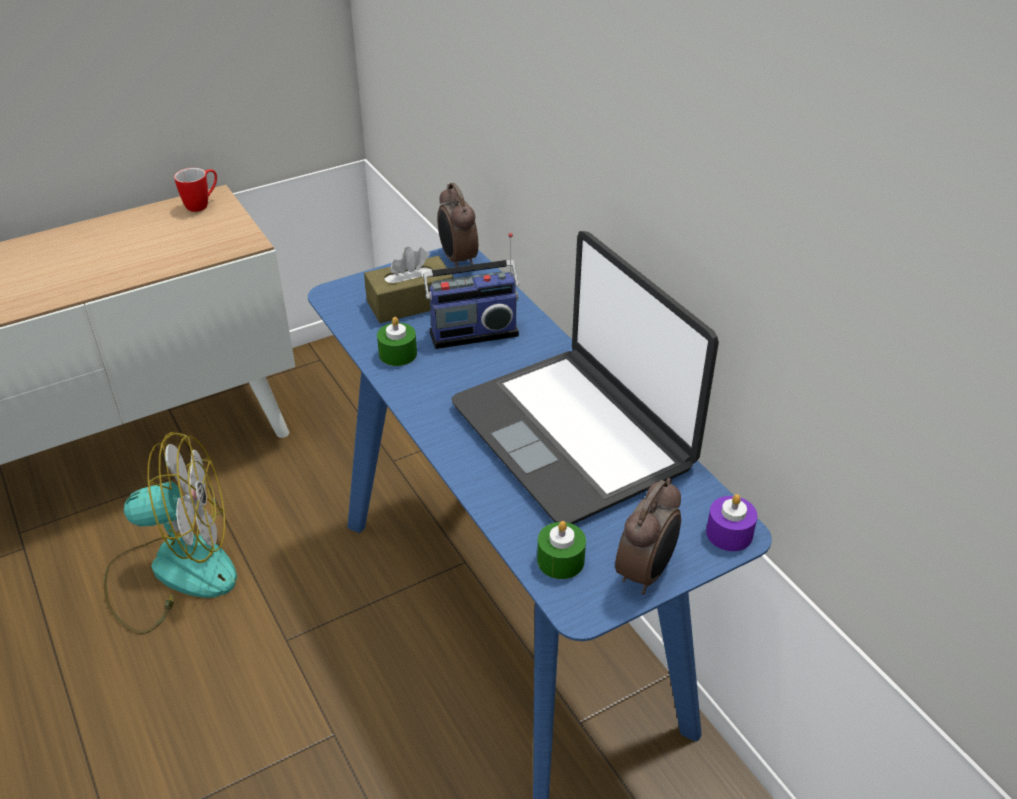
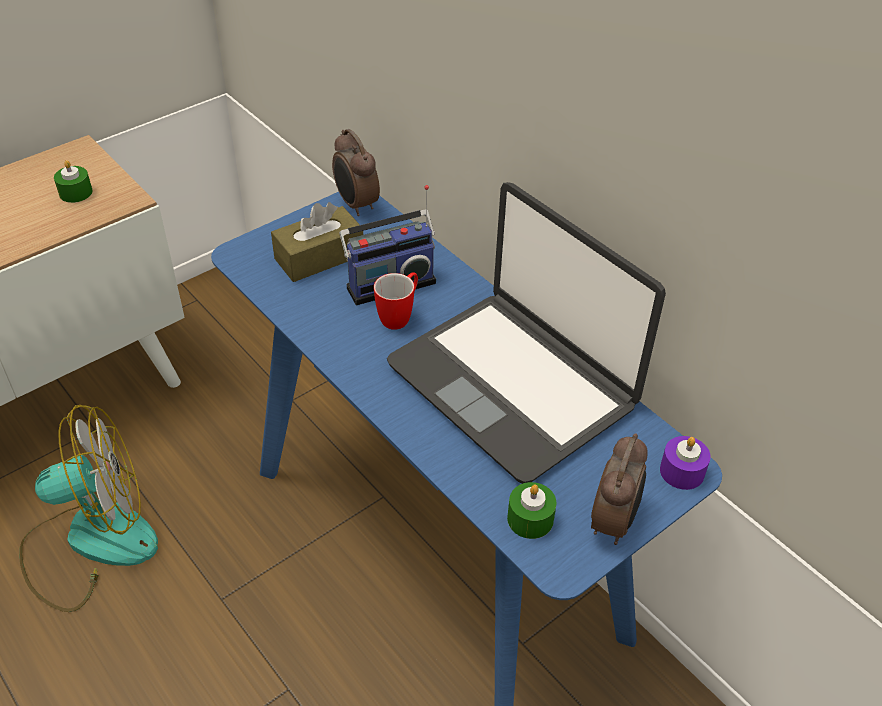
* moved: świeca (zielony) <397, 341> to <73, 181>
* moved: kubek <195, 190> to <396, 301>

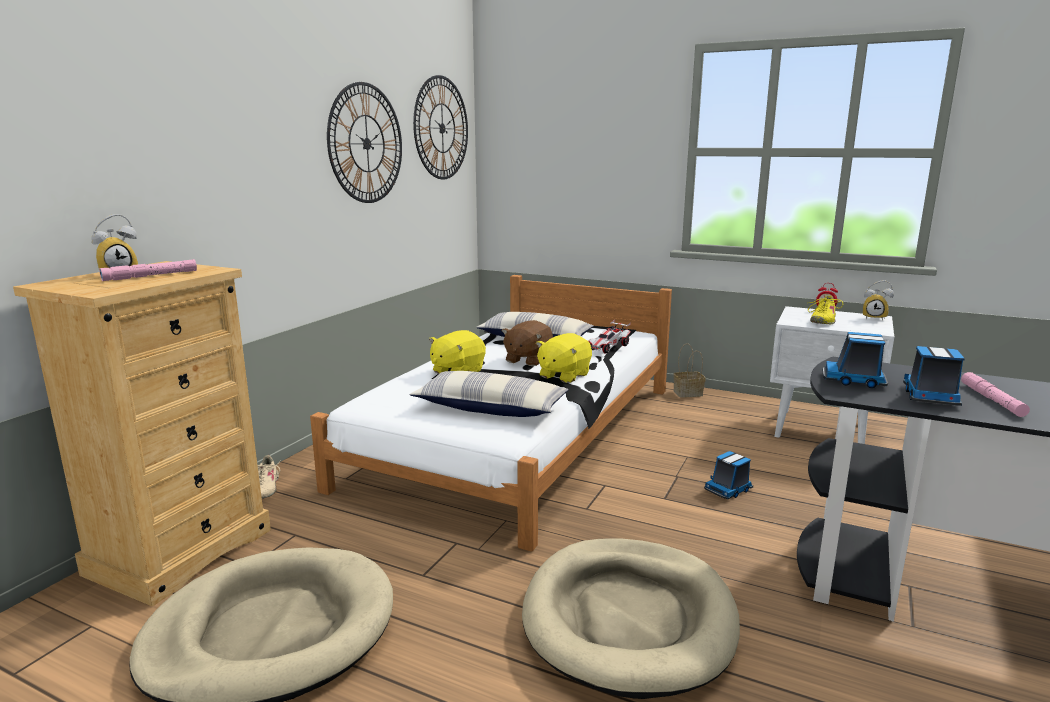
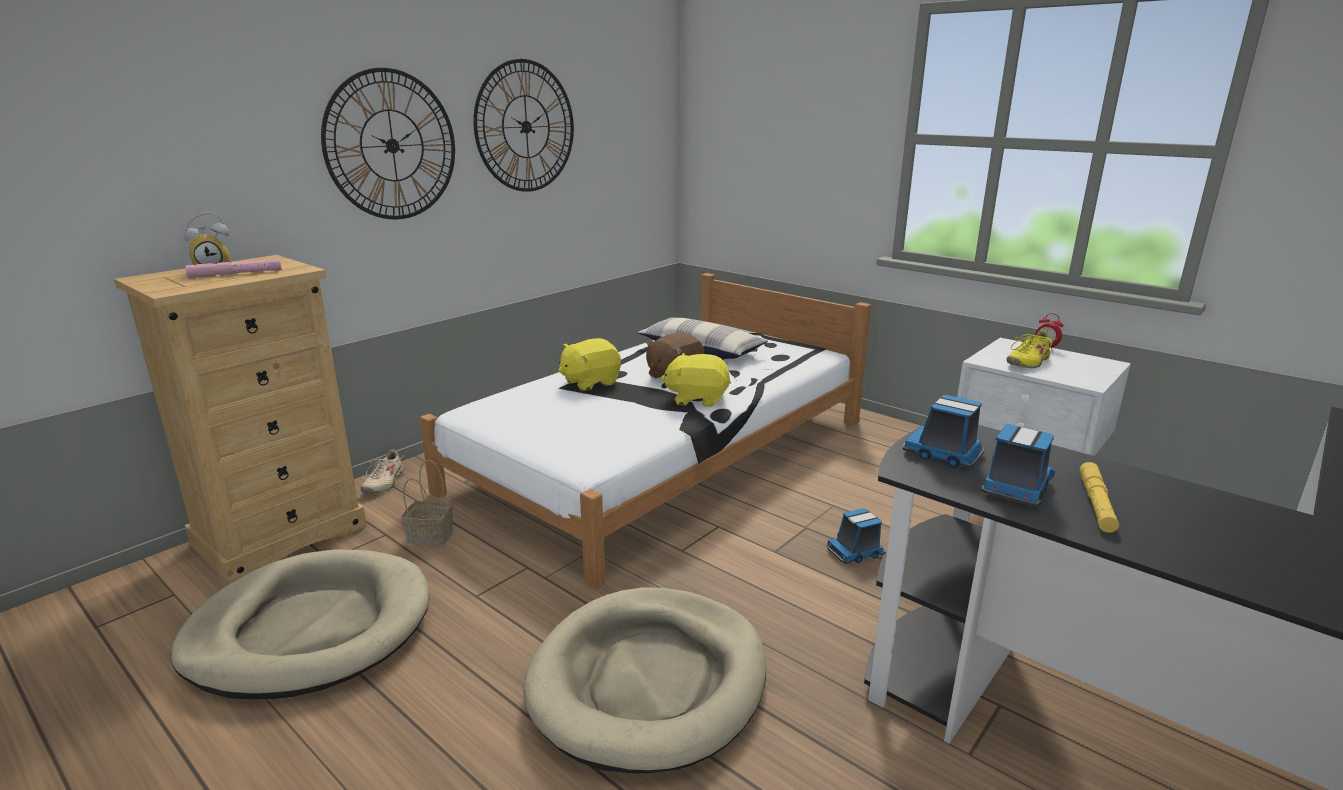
* moved: zegar ścienny <440, 127> to <388, 143>
* moved: koszyk <689, 370> to <427, 502>
* turned: pluszak (żółty) <564, 358> = <696, 380> 45 degrees clockwise
* recoloured: latarka (różowy) <995, 394> to latarka (żółty) <1099, 497>
* removed: poduszka <489, 394>
* removed: samochodzik <609, 337>
* removed: budzik <878, 300>

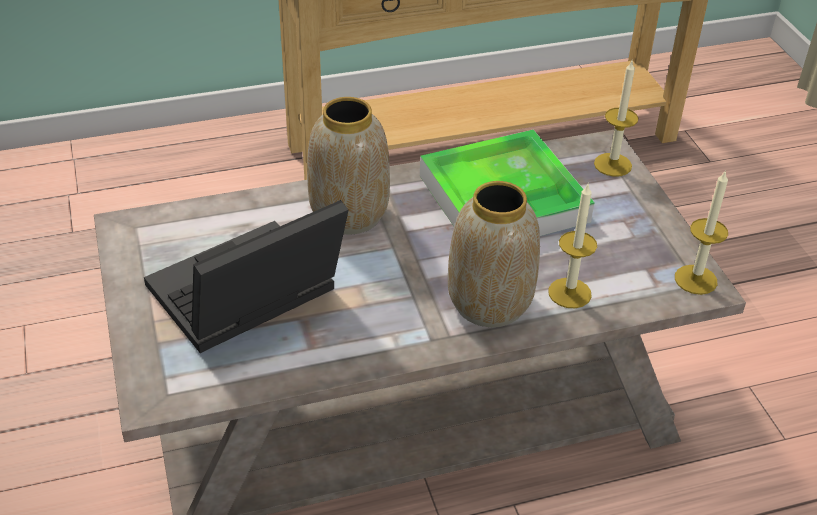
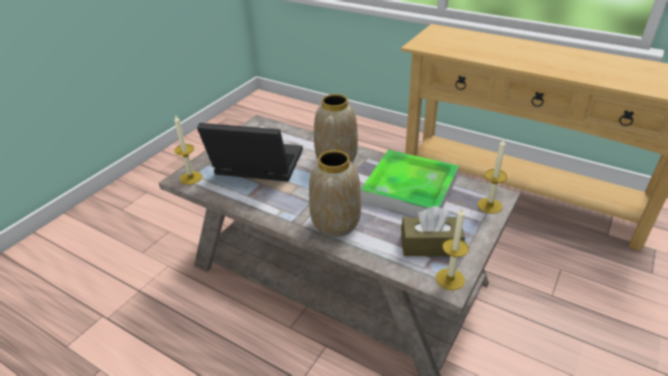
* moved: świeca <572, 246> to <188, 149>
* added: pudełko chusteczek (brązowy) <433, 231>

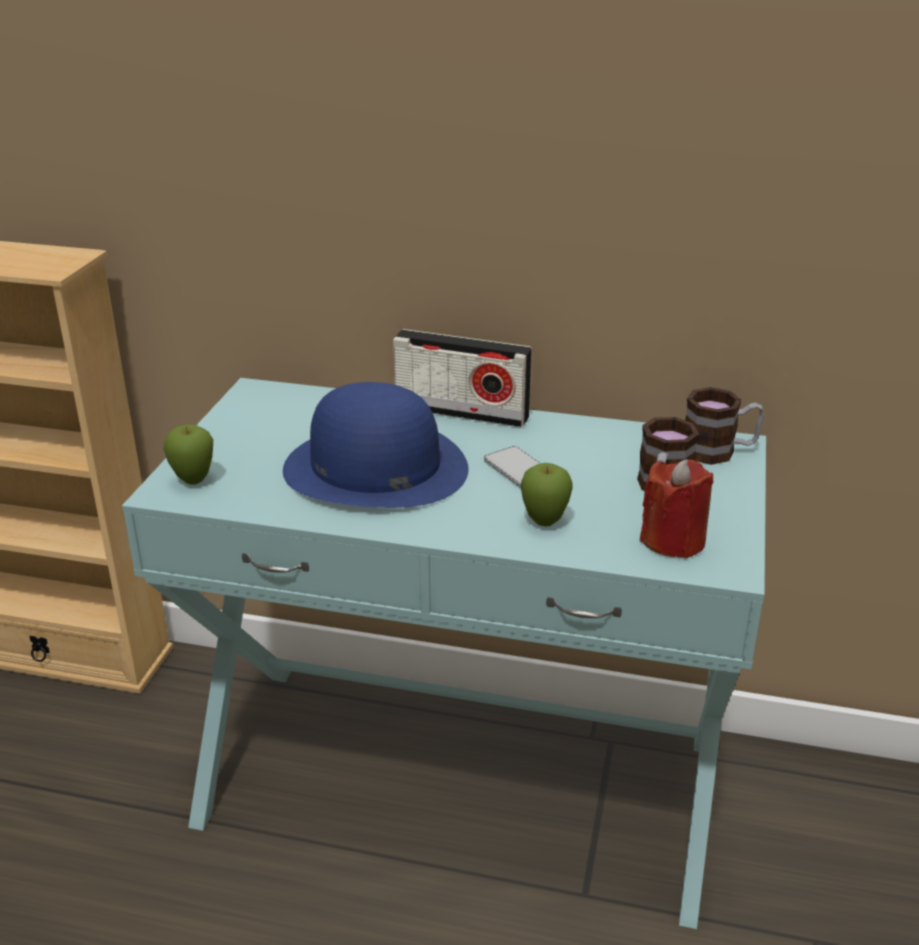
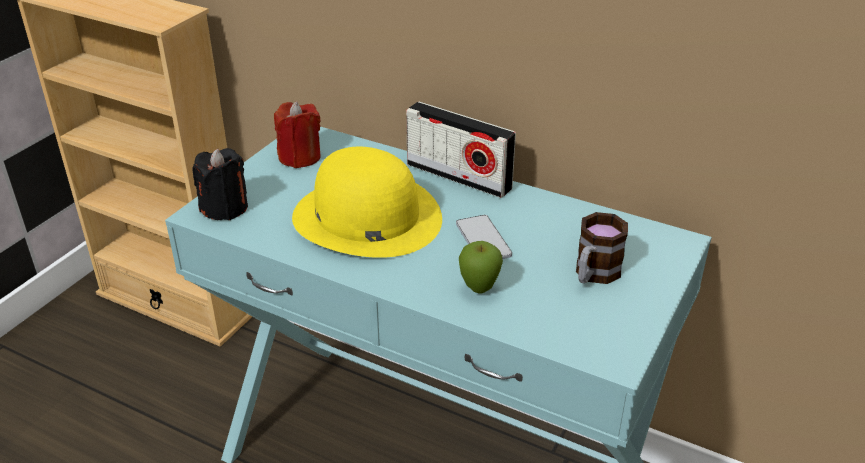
* replaced: jabłko <188, 454> to świeca (czarny) <220, 184>
* moved: świeca (czerwony) <677, 509> to <297, 134>
* recoloured: kapelusz (niebieski) <376, 445> to kapelusz (żółty) <367, 202>
* removed: kubek <724, 426>

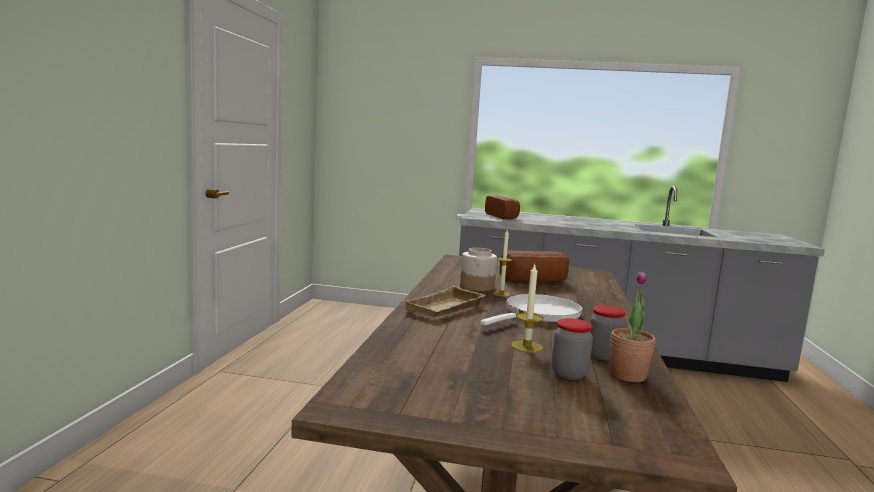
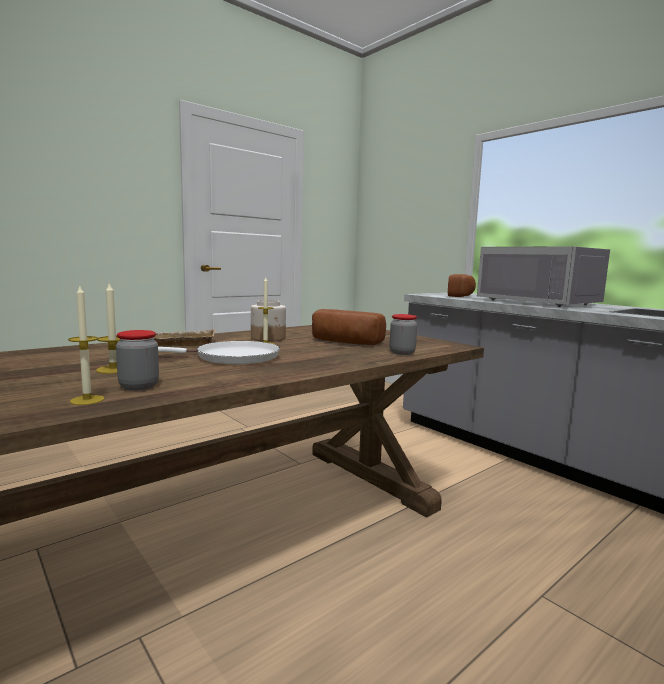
* replaced: roślina doniczkowa <633, 327> to świeca <86, 345>
* moved: słoik <572, 349> to <403, 334>
* added: mikrofalówka (szary) <543, 276>

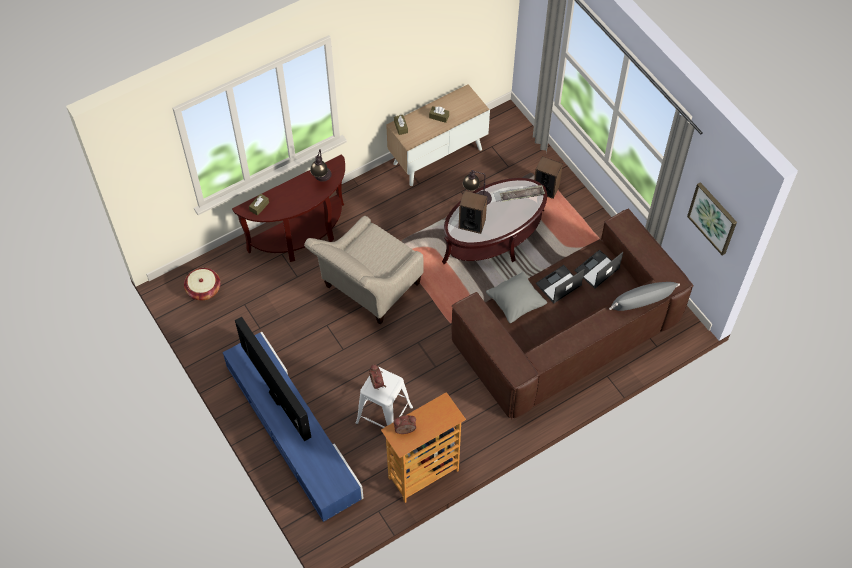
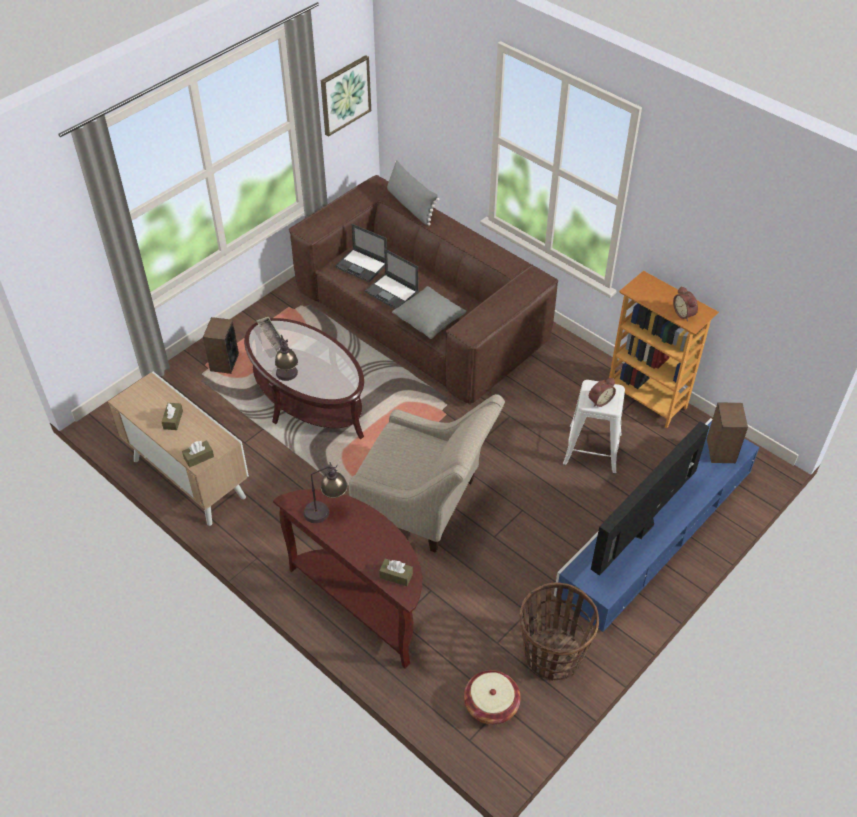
* added: koszyk <559, 631>
* moved: głośnik <473, 212> to <727, 432>

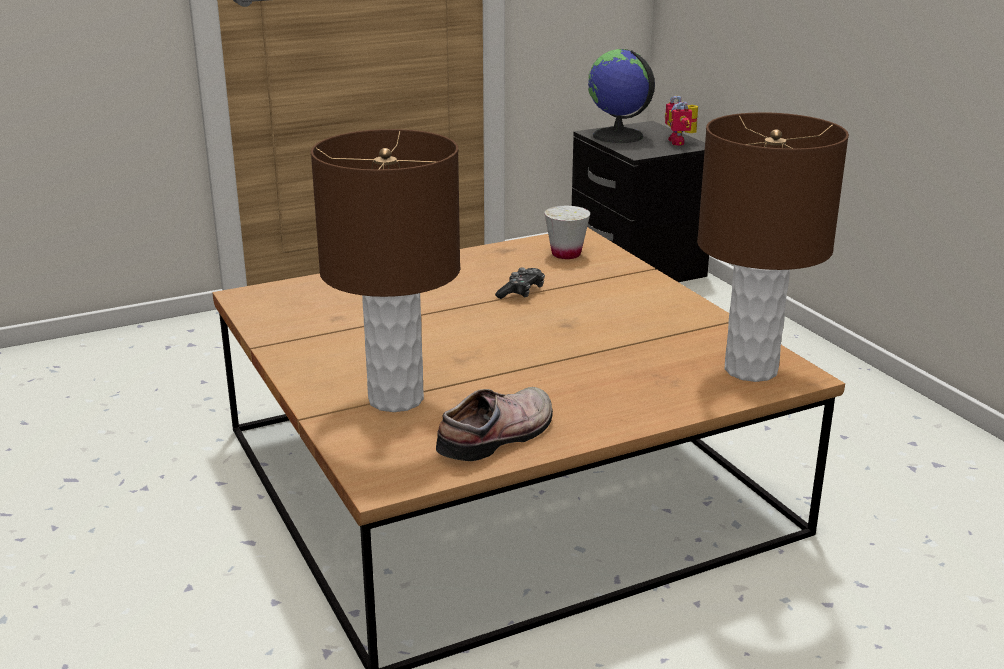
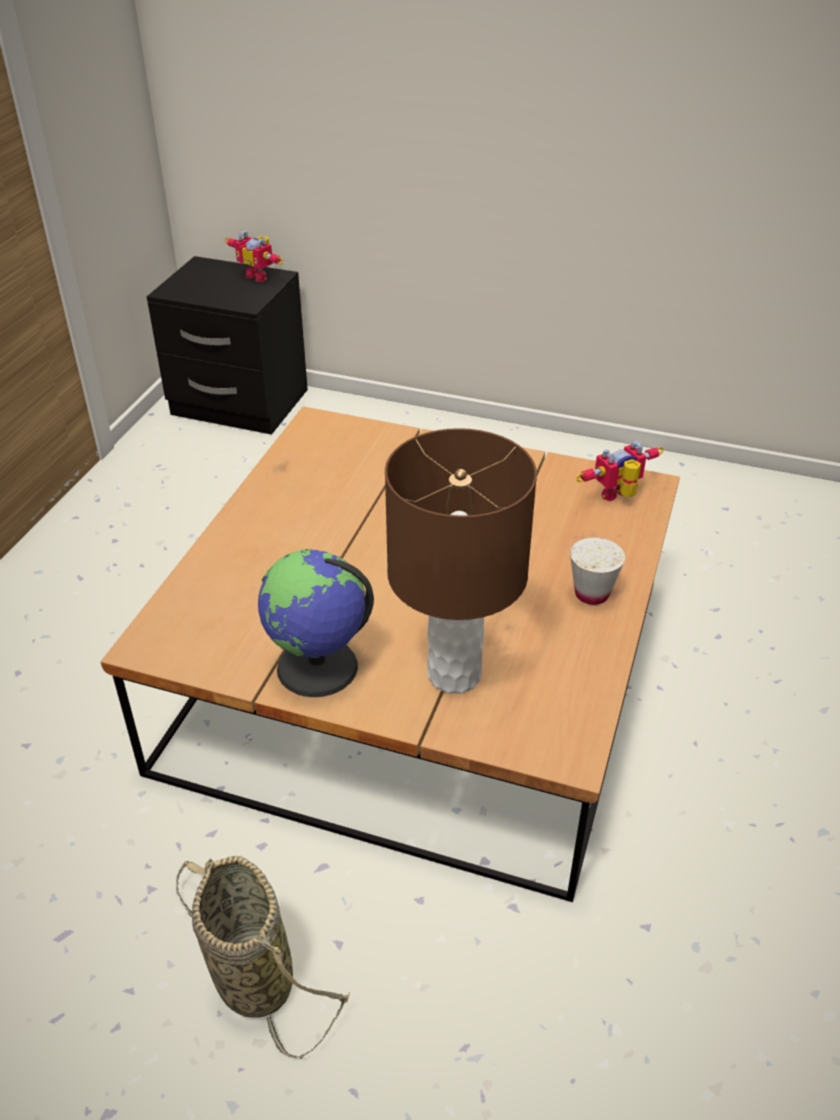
* added: koszyk <263, 957>
* moved: globus <621, 96> to <316, 623>
* moved: filiżanka (biały) <567, 232> to <597, 571>
* replaced: lampa stołowa (brązowy) <773, 247> to robot zabawkowy <620, 470>
* removed: but <494, 424>
* removed: pad do gier <520, 283>

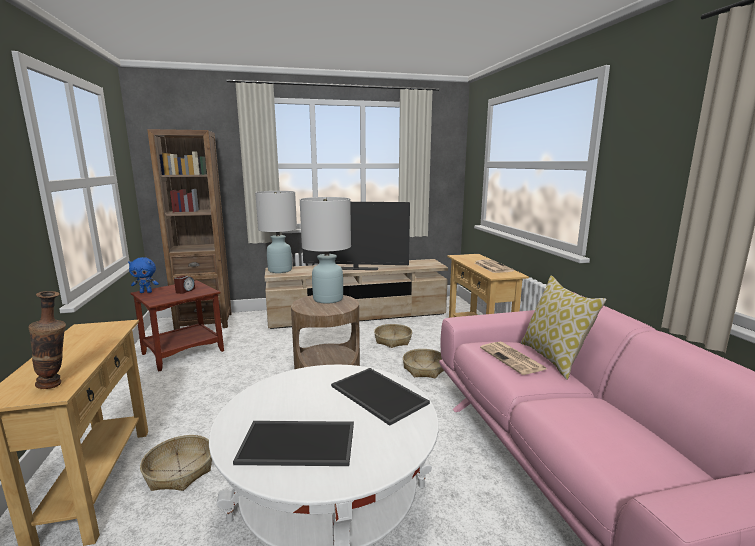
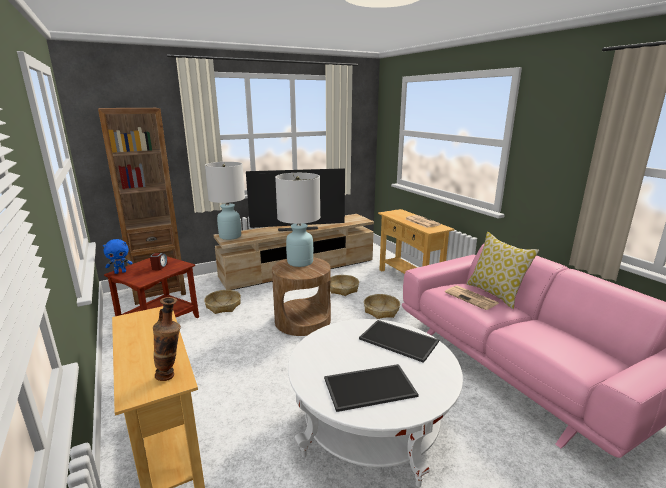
* moved: koszyk <176, 463> to <222, 302>

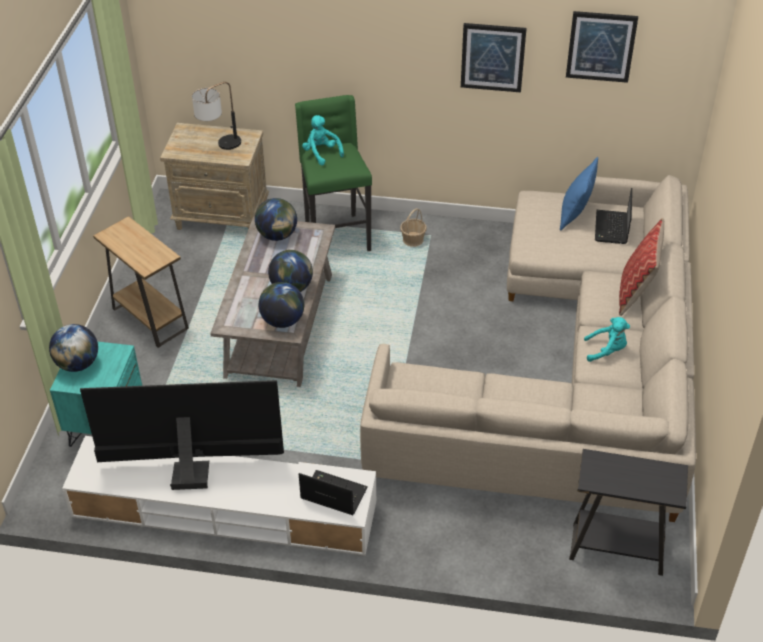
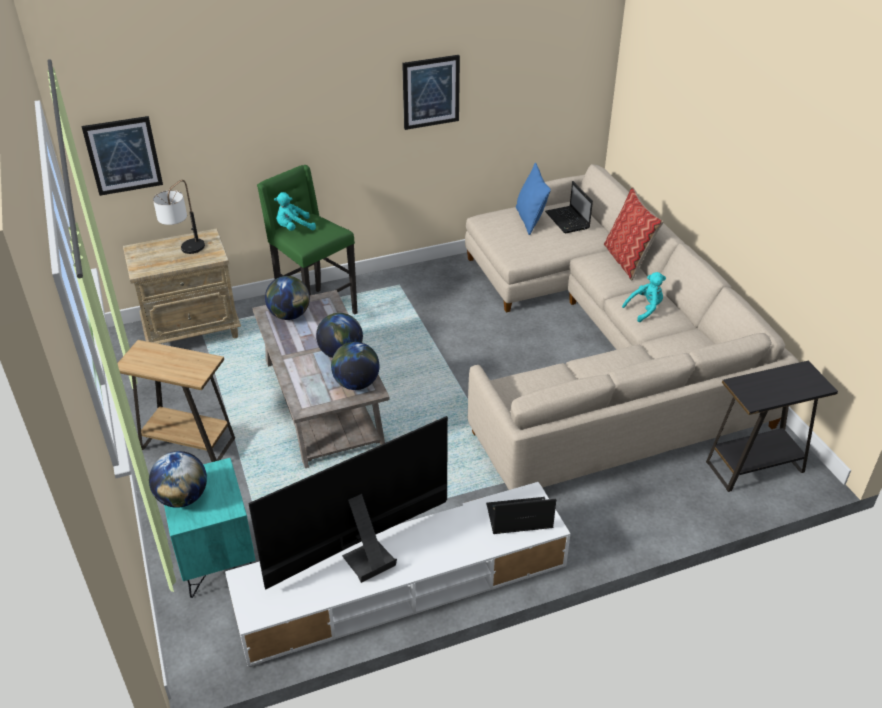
* moved: obraz <602, 47> to <122, 156>
* turned: pluszak (turkusowy) <323, 140> = <295, 211> 45 degrees counterclockwise
* removed: koszyk <413, 227>

